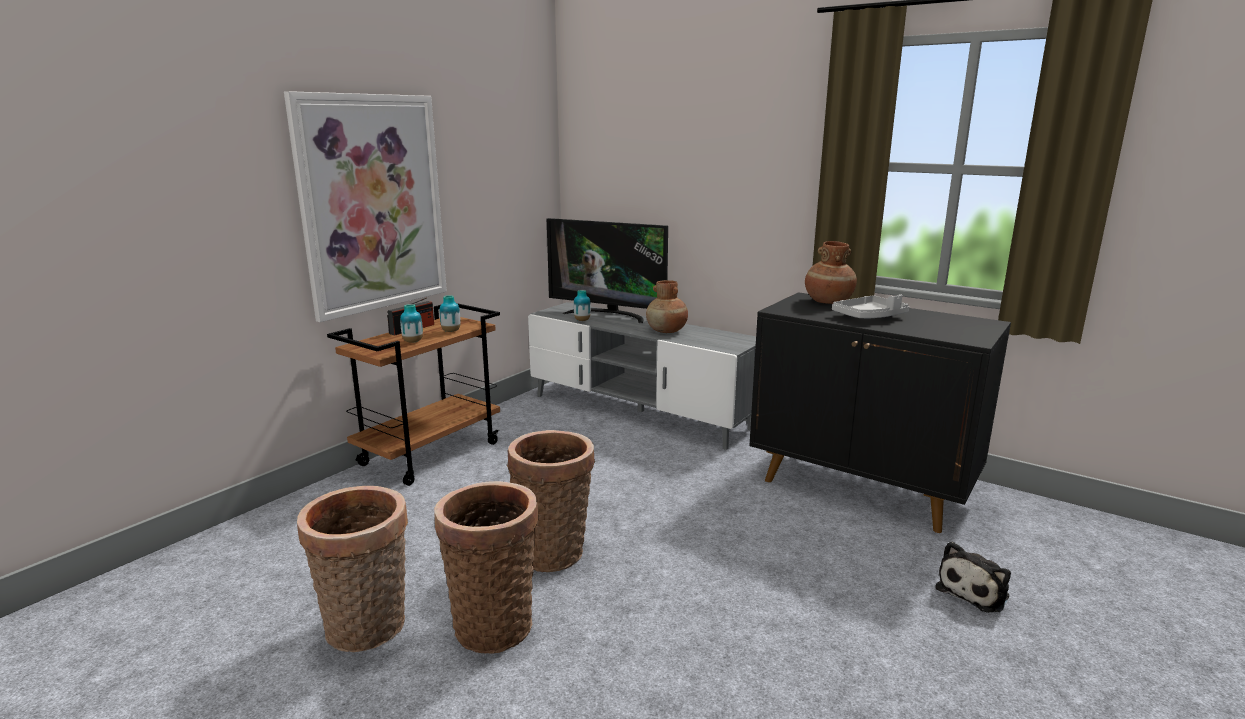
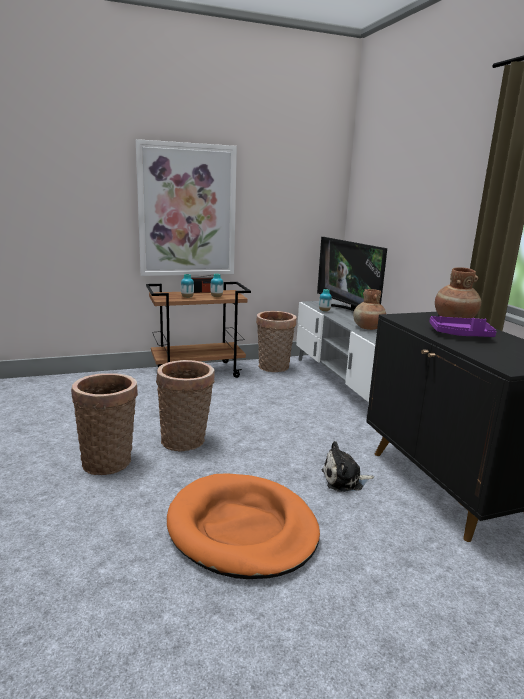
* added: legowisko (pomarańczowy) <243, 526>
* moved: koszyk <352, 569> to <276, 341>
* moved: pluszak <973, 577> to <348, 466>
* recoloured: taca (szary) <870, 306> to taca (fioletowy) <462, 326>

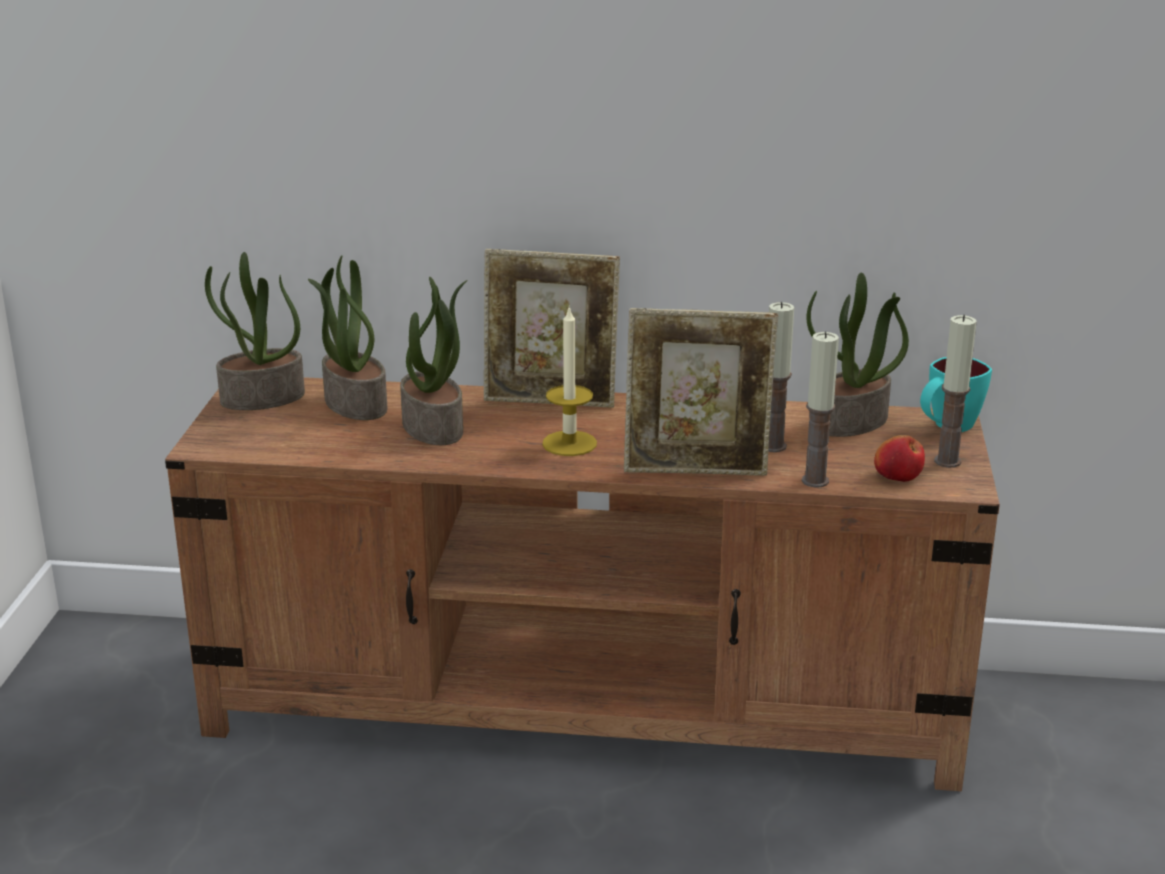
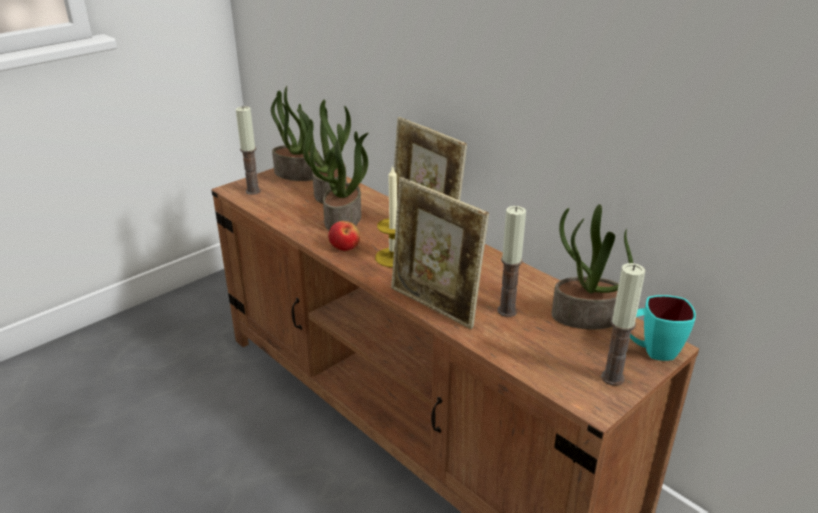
* moved: świeca <820, 410> to <248, 150>
* moved: jabłko <899, 458> to <344, 236>

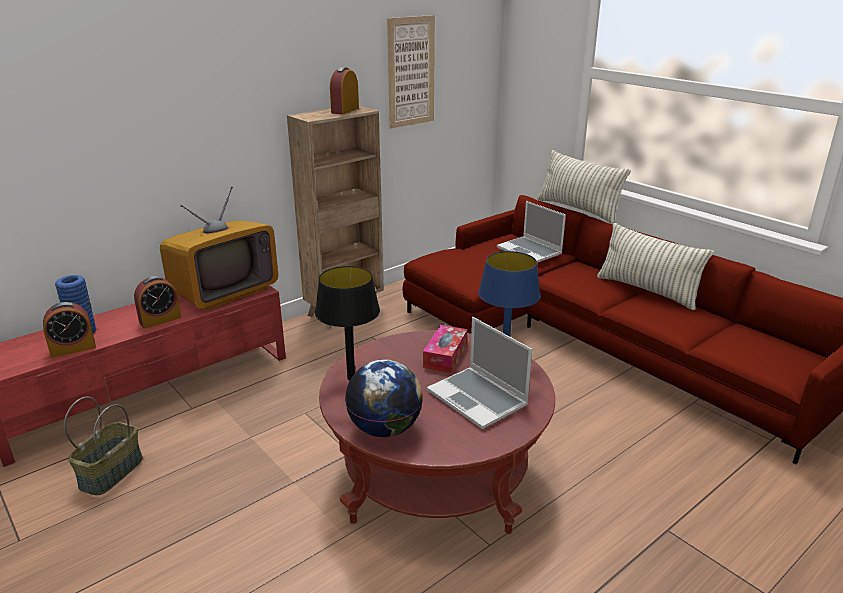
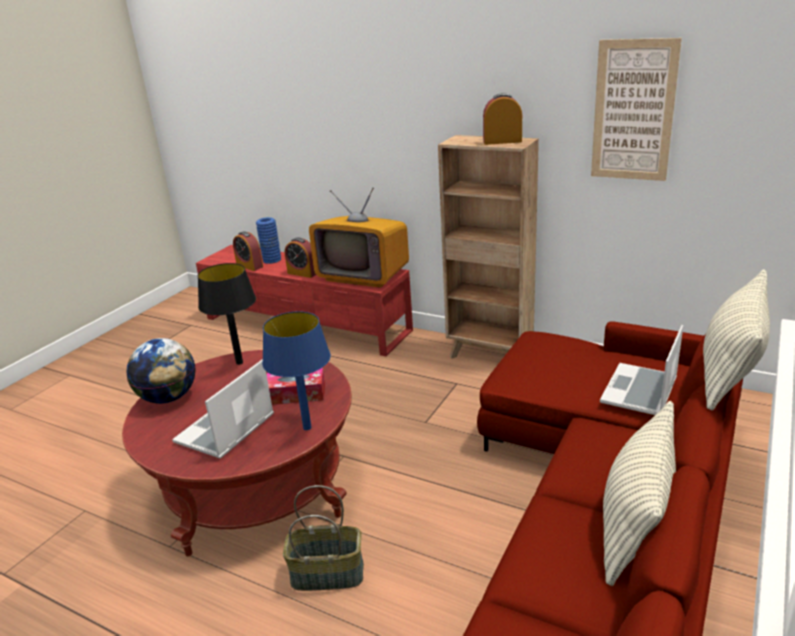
* moved: koszyk <103, 446> to <323, 538>

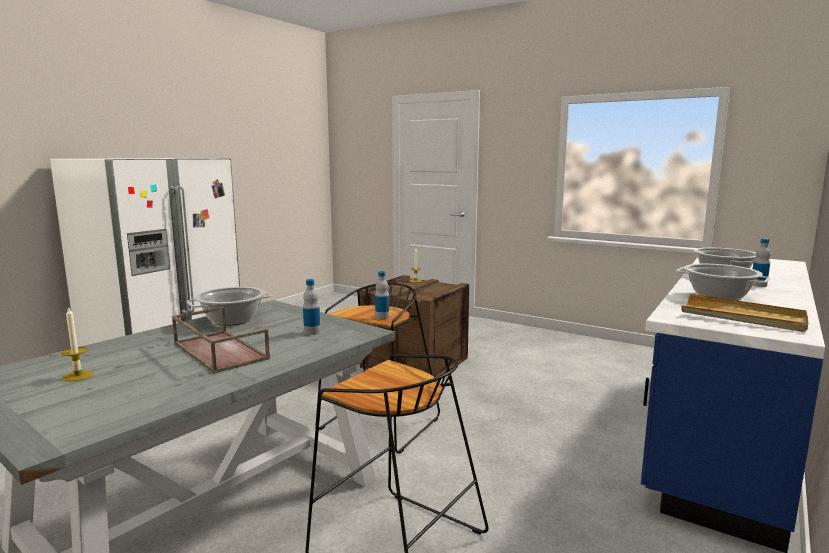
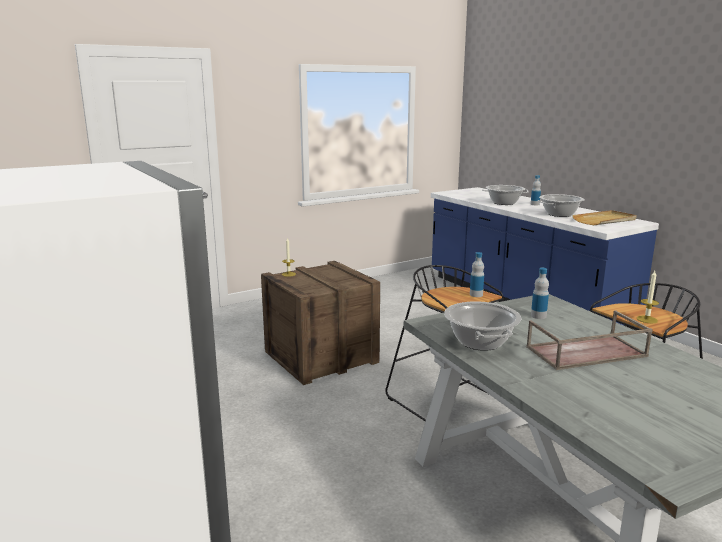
* moved: świeca <77, 343> to <647, 297>

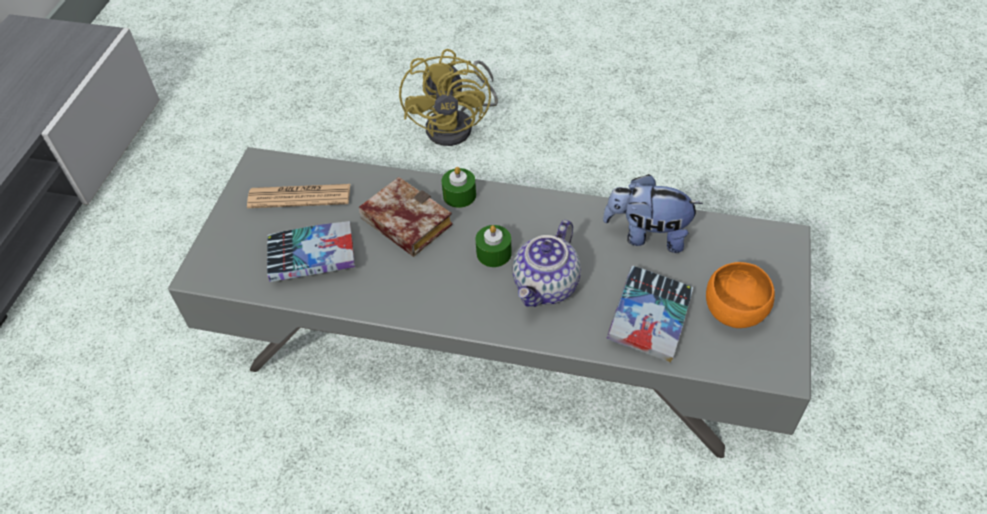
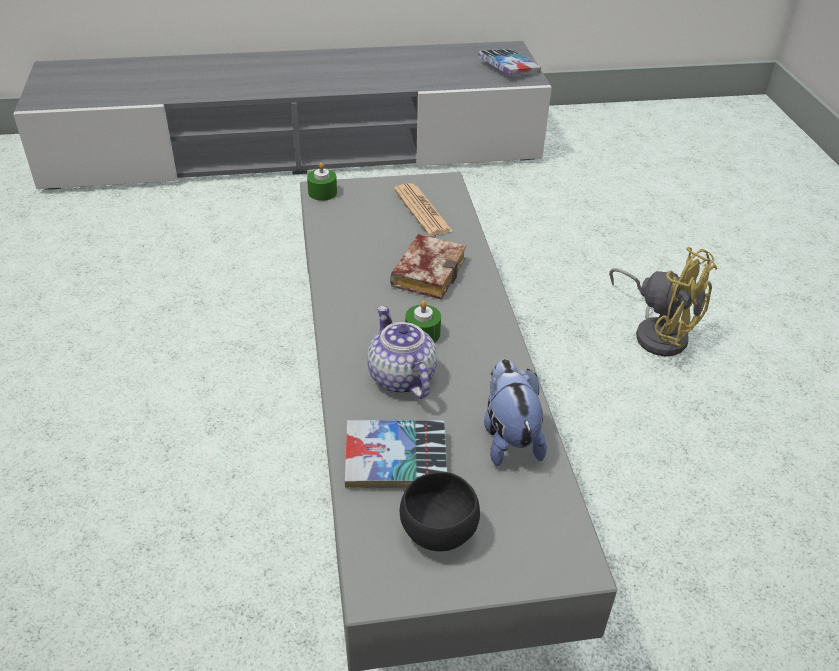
* moved: świeca (zielony) <458, 187> to <322, 181>
* turned: imbryk <547, 263> = <402, 352> 60 degrees clockwise
* recoloured: miska (pomarańczowy) <740, 295> to miska (czarny) <440, 511>
* moved: książka <311, 251> to <509, 62>
* turned: wentylator (żółty) <448, 97> = <663, 301> 120 degrees counterclockwise

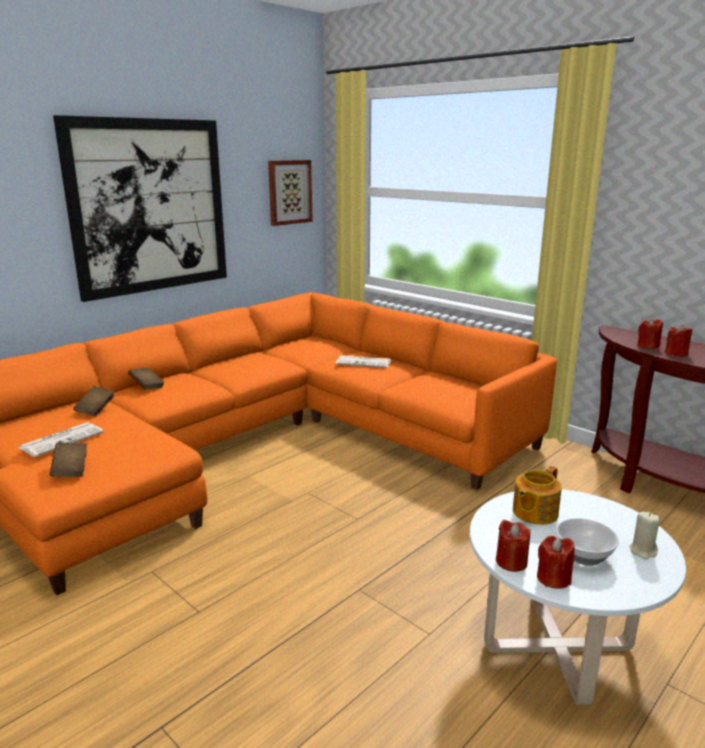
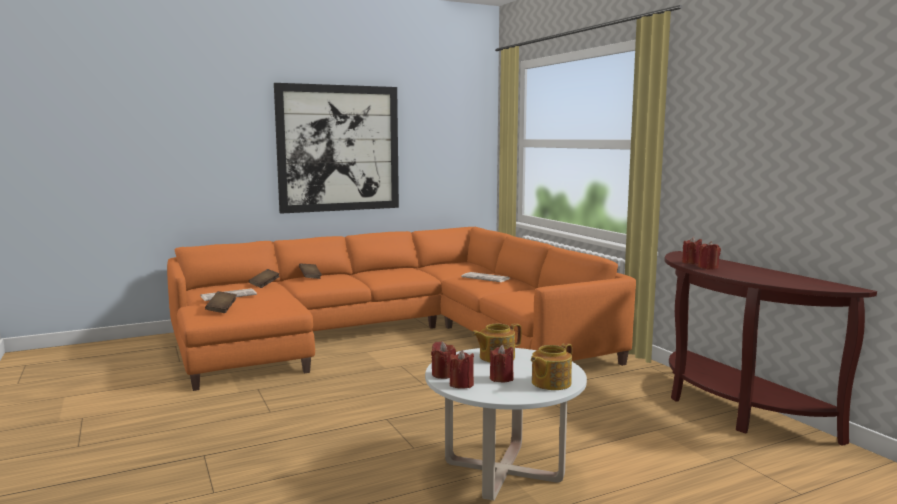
* replaced: miska <587, 542> to świeca (czerwony) <502, 363>
* replaced: świeca (beżowy) <644, 536> to imbryk <551, 366>
* removed: obraz <290, 193>

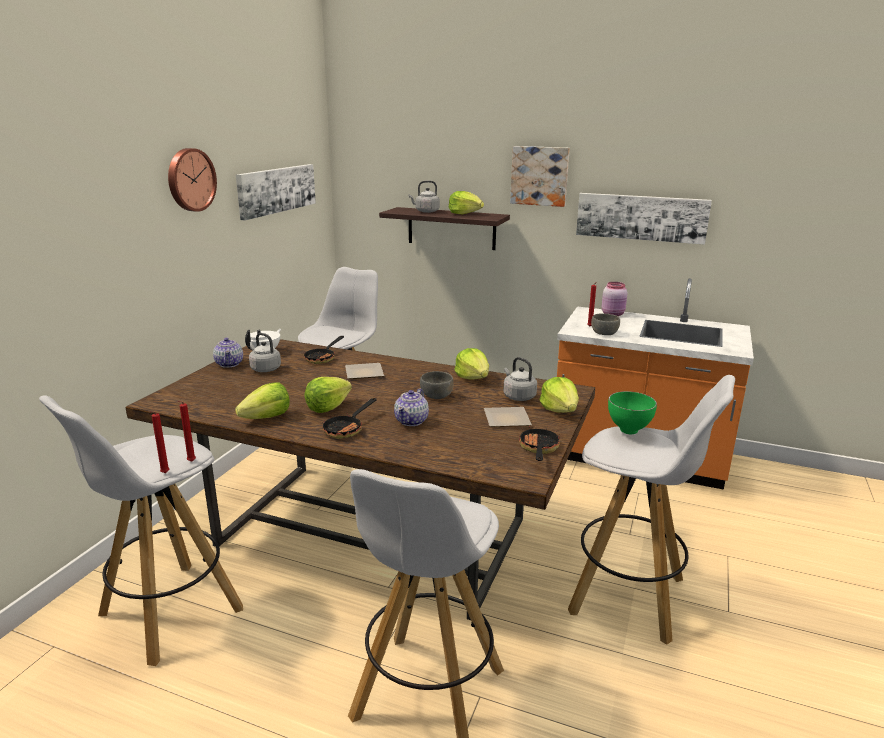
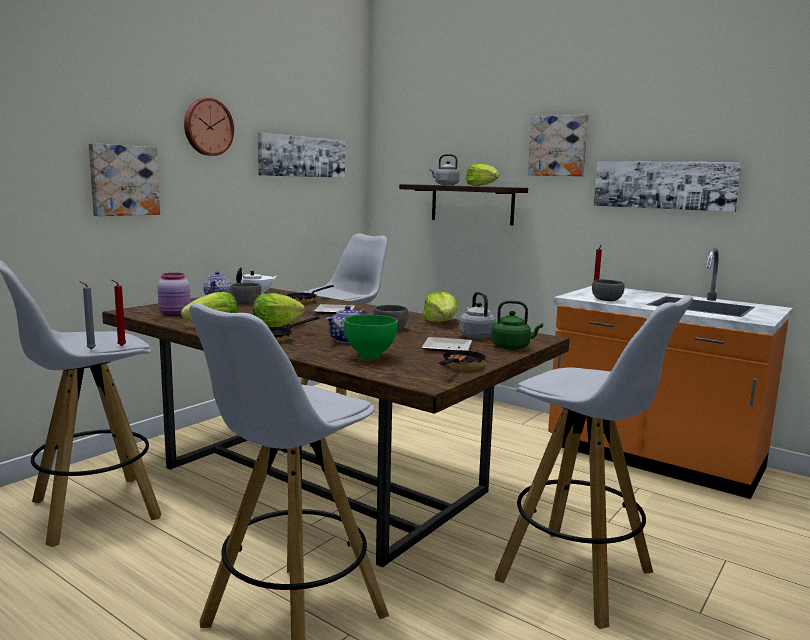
* recoloured: świeca (czerwony) <159, 442> to świeca (szary) <87, 315>
* added: obraz <124, 179>
* moved: słoik (różowy) <614, 299> to <173, 295>
* replaced: czajnik (szary) <265, 352> to miska (szary) <245, 293>
* moved: miska (zielony) <632, 412> to <371, 337>
* replaced: sałata <559, 395> to czajnik (zielony) <517, 325>

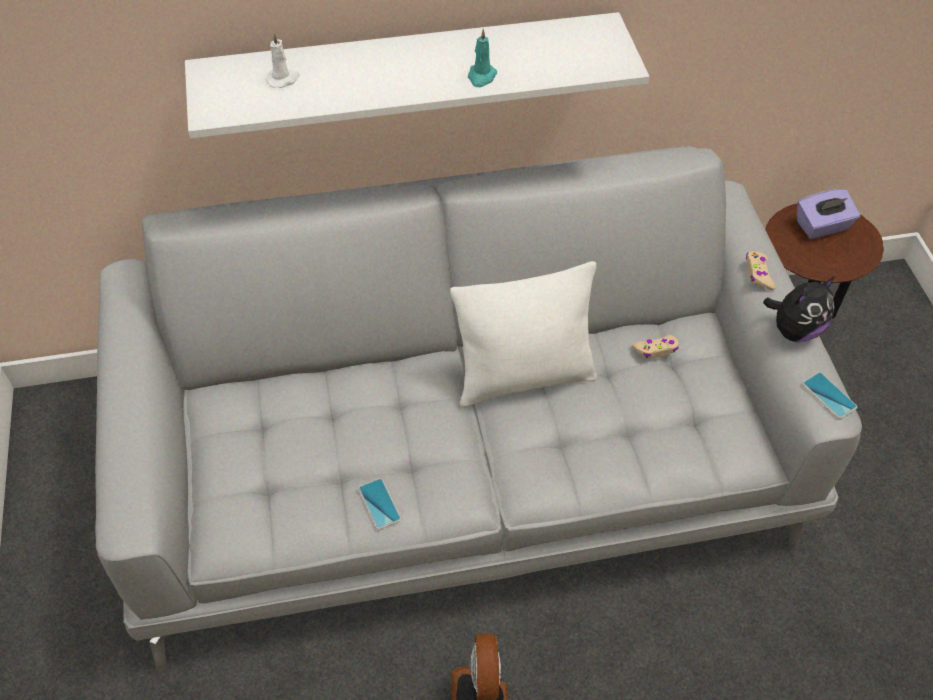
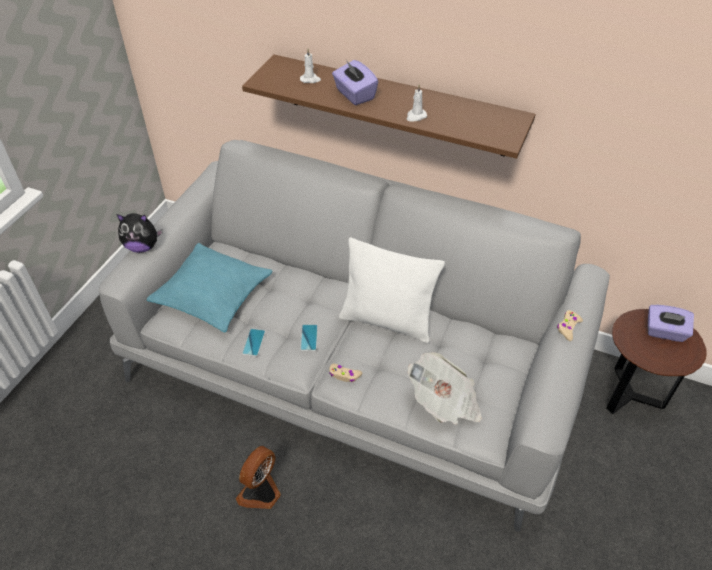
* moved: pluszak <799, 309> to <139, 233>
* added: poduszka (turkusowy) <210, 288>
* recoloured: półka (biały) <417, 75> to półka (brązowy) <389, 106>
* moved: telefon <829, 395> to <309, 337>
* moved: pad do gier (beżowy) <655, 346> to <345, 372>
* added: pudełko chusteczek (fioletowy) <355, 82>
* recoloured: świeca (turkusowy) <482, 58> to świeca (biały) <417, 103>
* added: gazeta <445, 388>

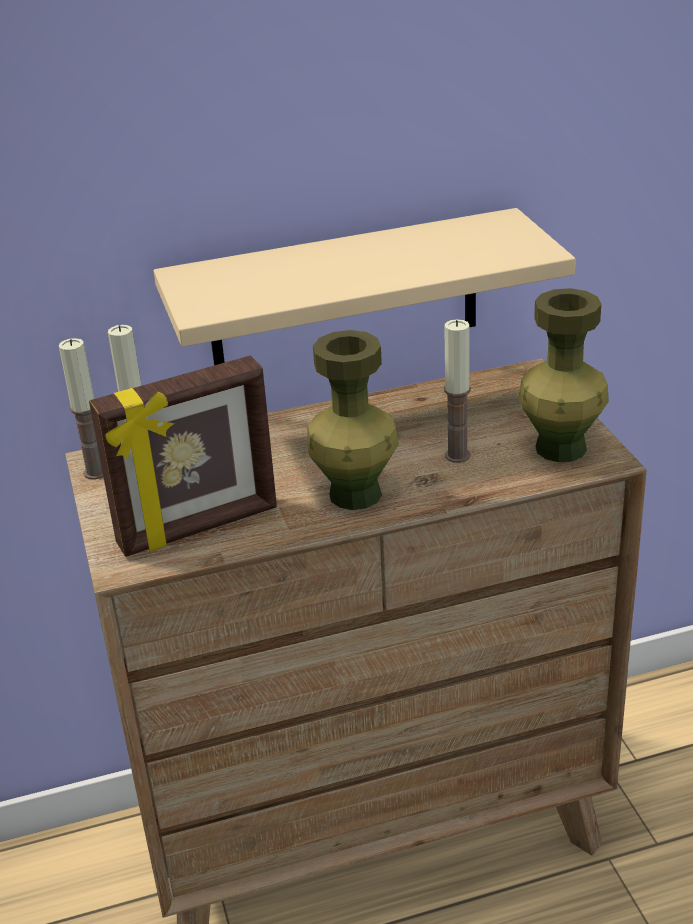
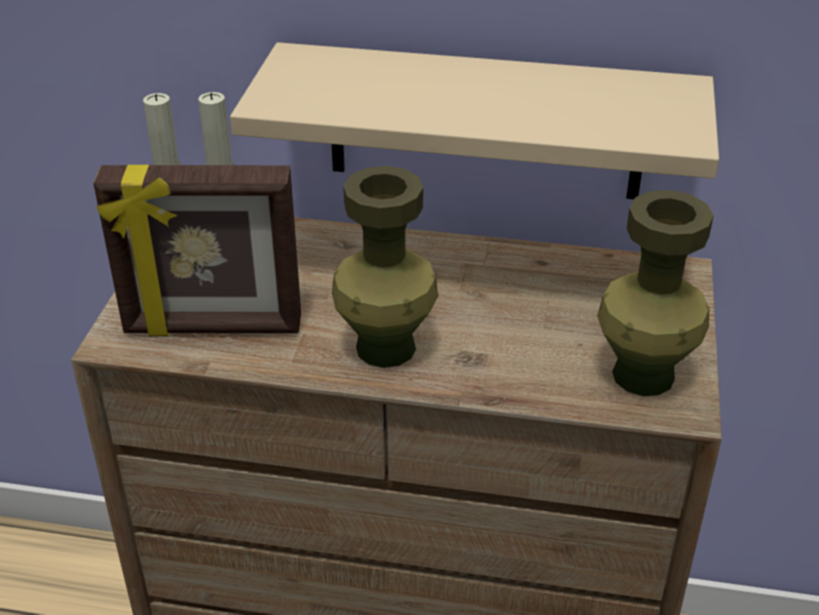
* removed: świeca <457, 391>

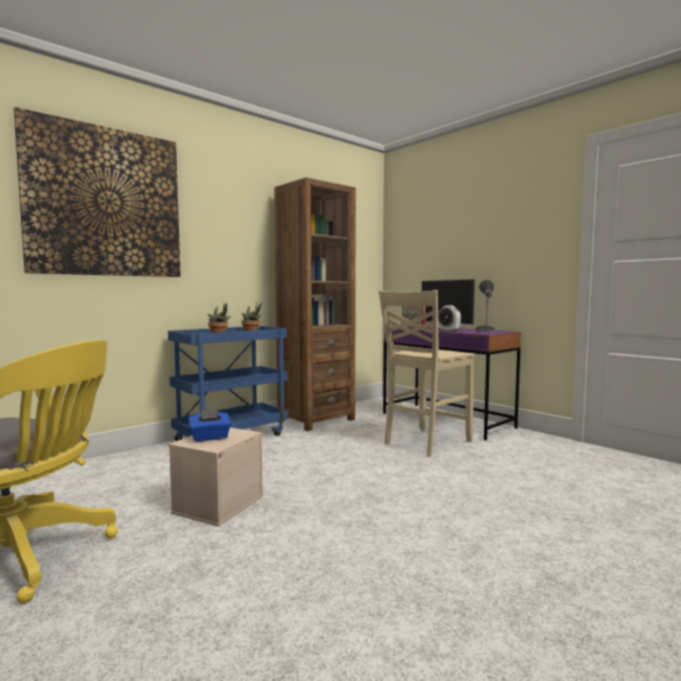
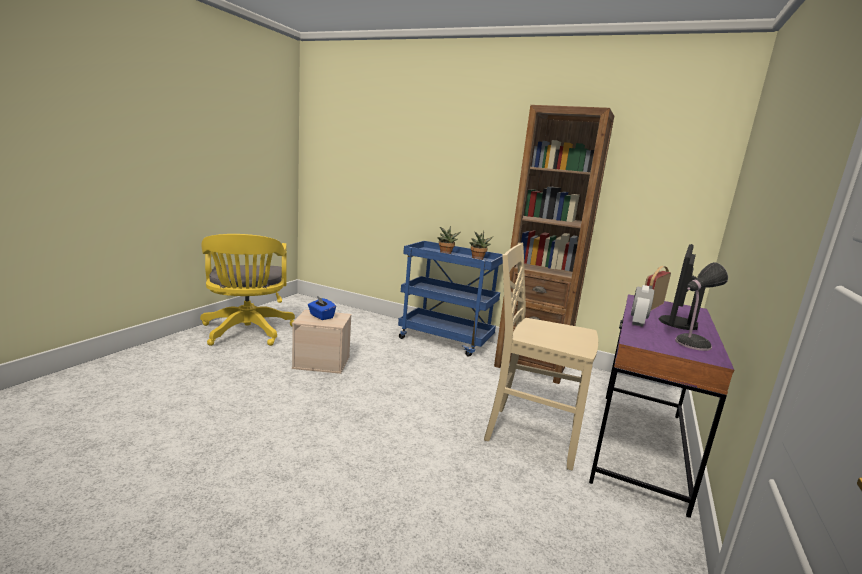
* removed: obraz <97, 192>

